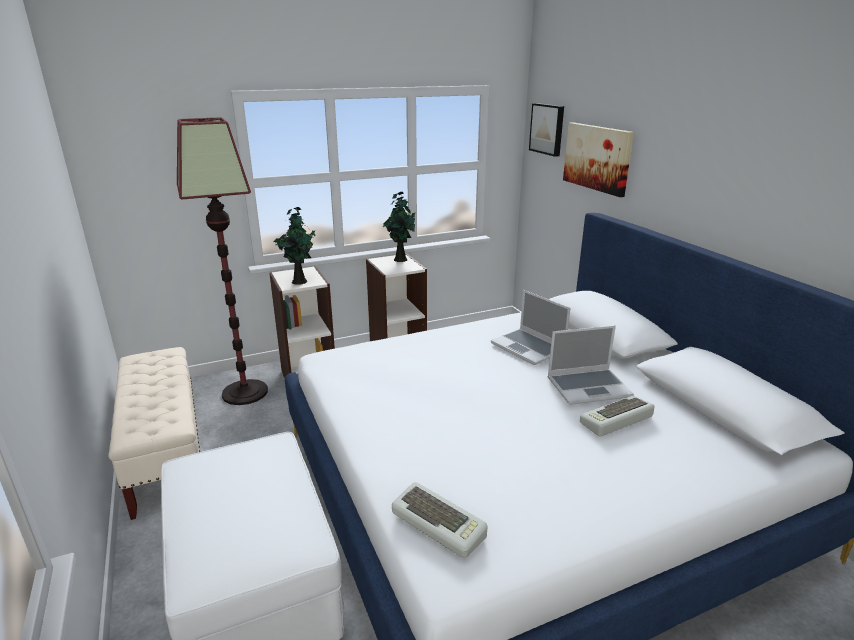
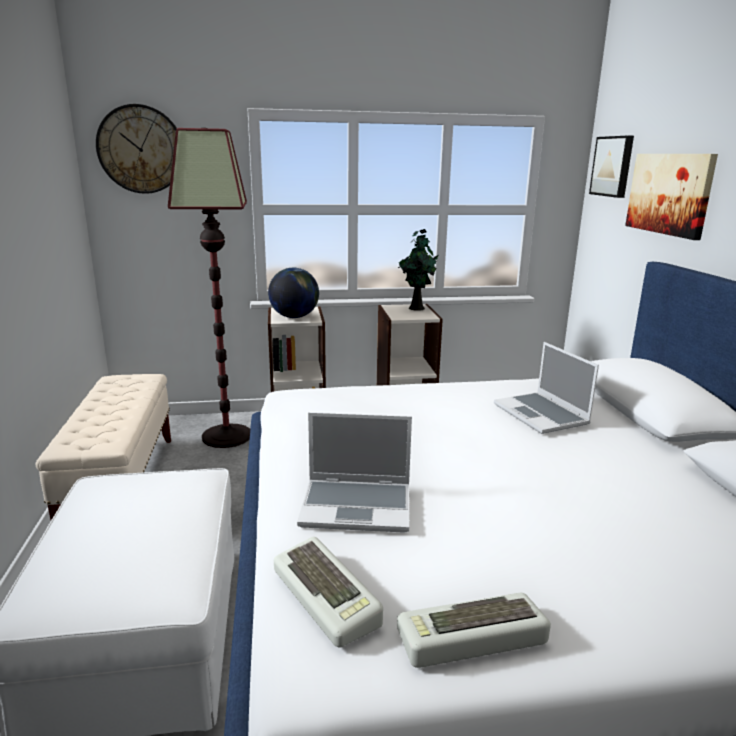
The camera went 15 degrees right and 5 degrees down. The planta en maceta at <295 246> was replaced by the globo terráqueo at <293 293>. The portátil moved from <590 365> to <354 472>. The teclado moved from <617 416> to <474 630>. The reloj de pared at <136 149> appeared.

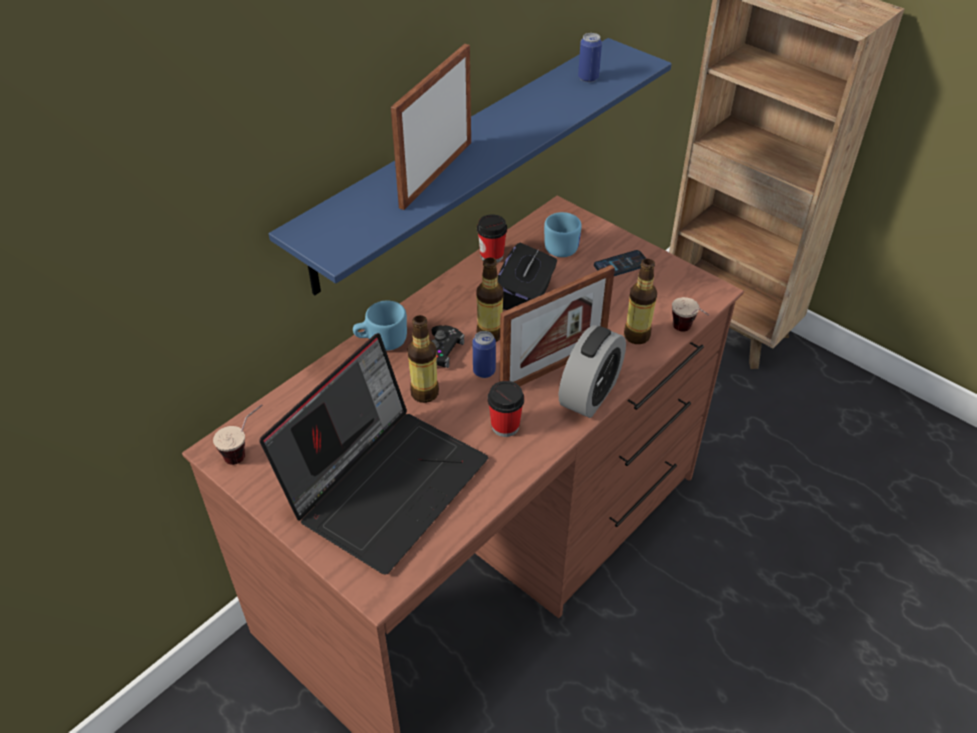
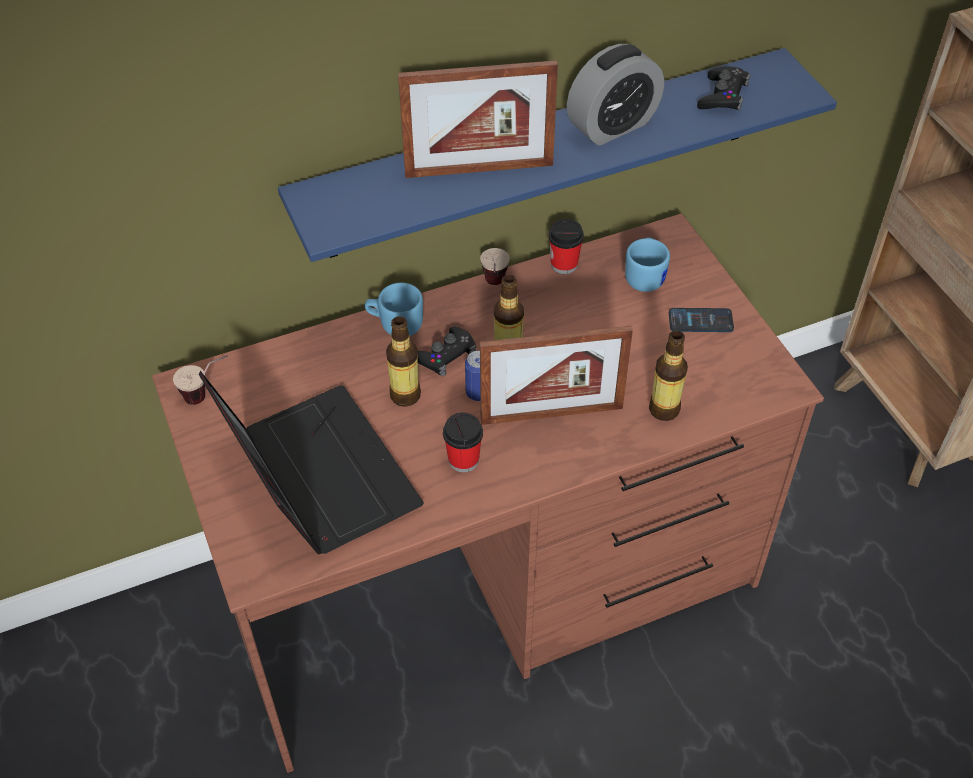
The camera went 25 degrees right and 5 degrees up. The portátil at <373 454> turned 90 degrees counterclockwise. The portarretratos at <431 127> turned 150 degrees counterclockwise. The caja de pañuelos [negro] at <527 276> disappeared. The despertador moved from <592 371> to <615 95>. The lata at <590 57> was replaced by the mando de consola [negro] at <724 88>. The taza moved from <690 314> to <495 266>.

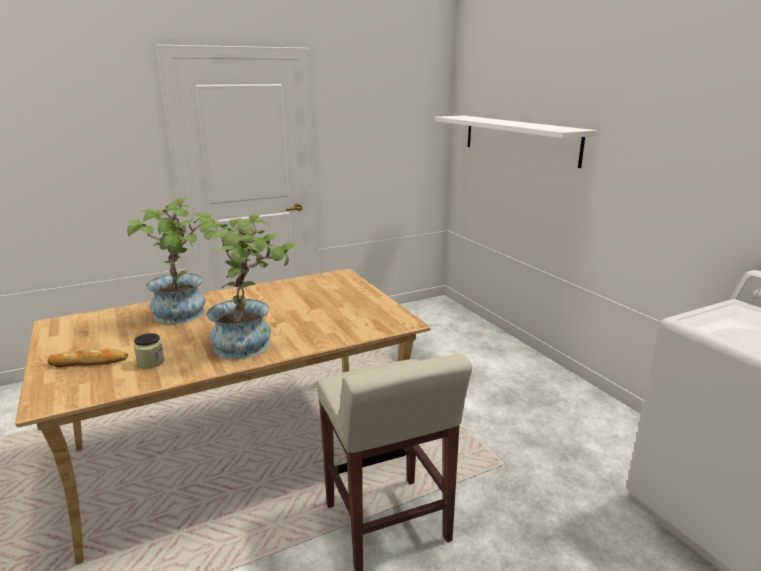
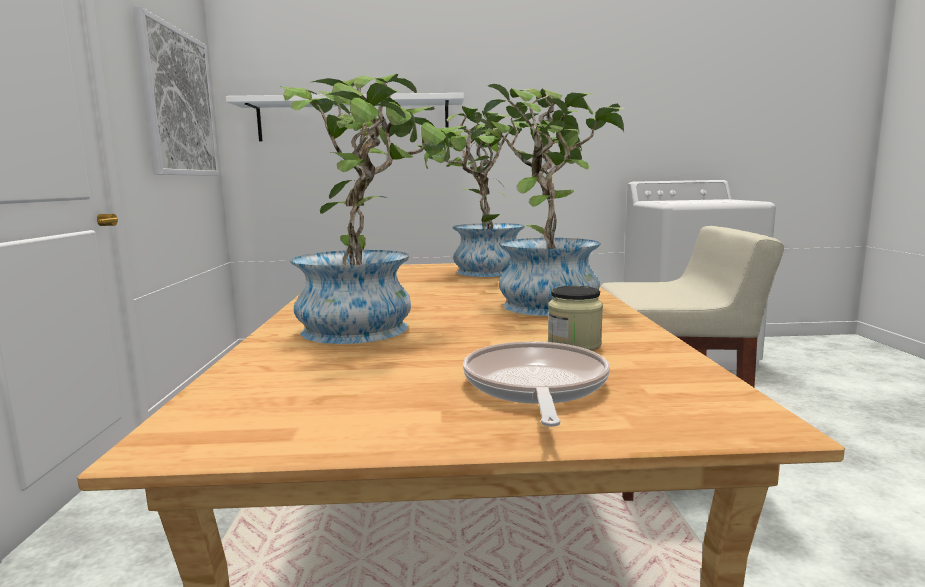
The camera went 65 degrees left and 10 degrees down. The pan at <88 357> was replaced by the sartén at <536 384>. The cuadro at <176 91> appeared. The planta en maceta at <477 191> appeared.

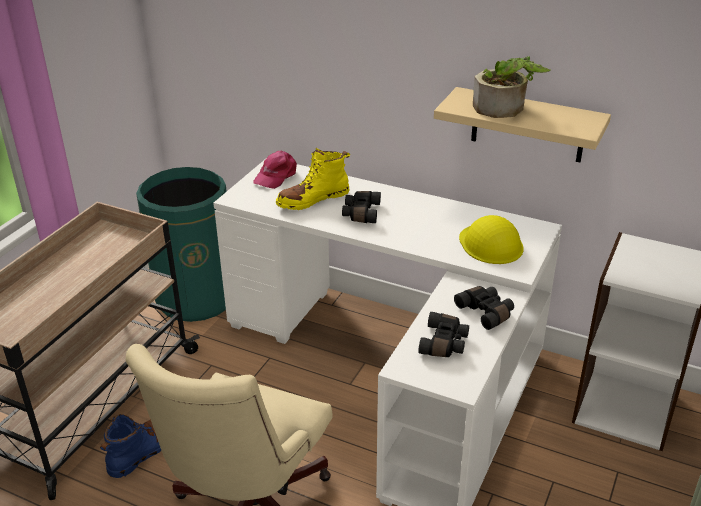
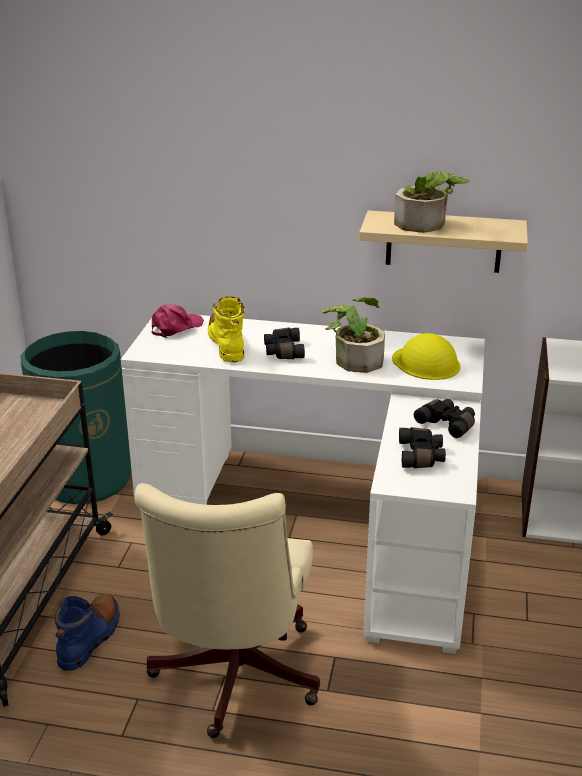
The camera went 15 degrees left and 5 degrees down. The gorra [rosa] at <275 170> turned 150 degrees counterclockwise. The bota [amarillo] at <313 179> turned 120 degrees clockwise. The planta en maceta at <353 335> appeared.

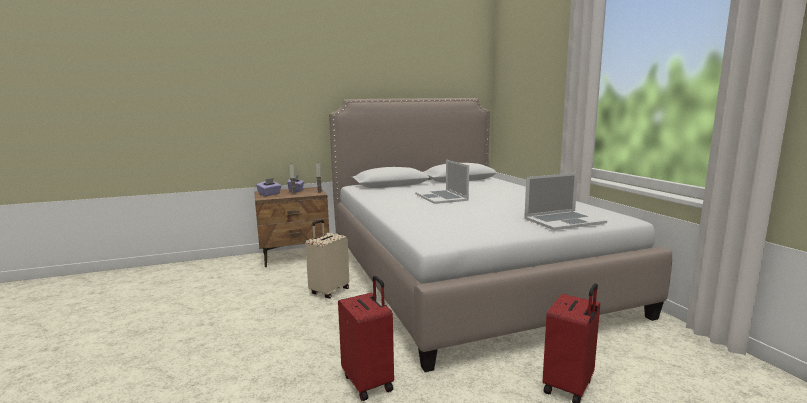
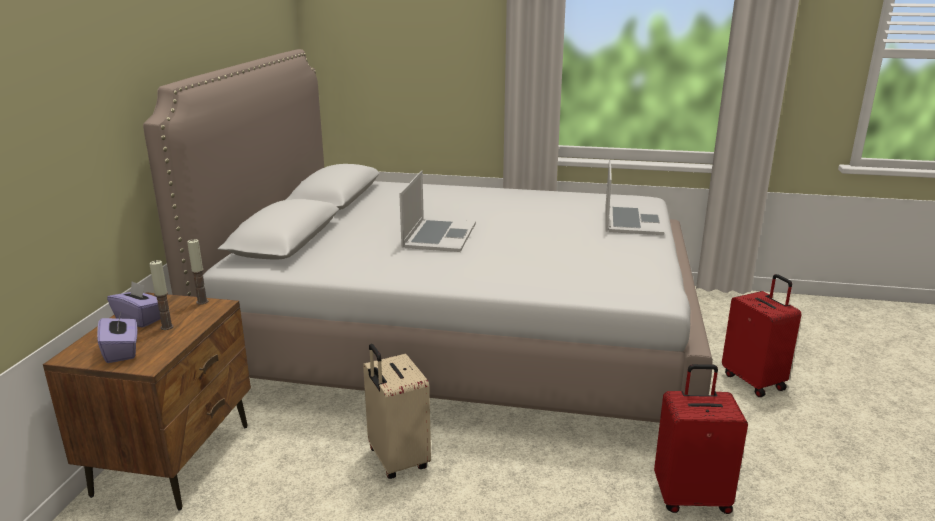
The camera went 60 degrees left and 10 degrees up. The portátil at <442 182> turned 90 degrees counterclockwise.

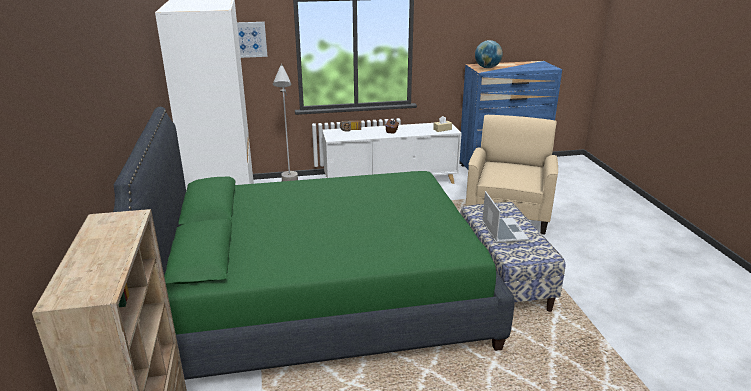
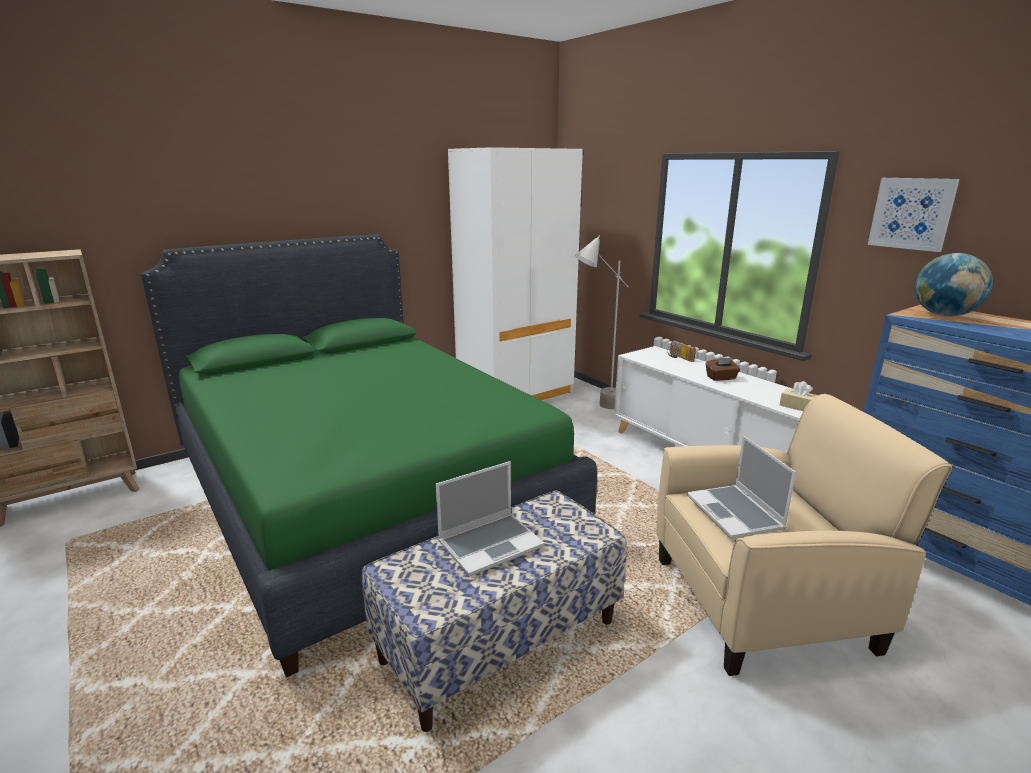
The camera went 65 degrees right and 5 degrees down. The cuadro moved from <252 40> to <914 215>. The portátil at <741 487> appeared.

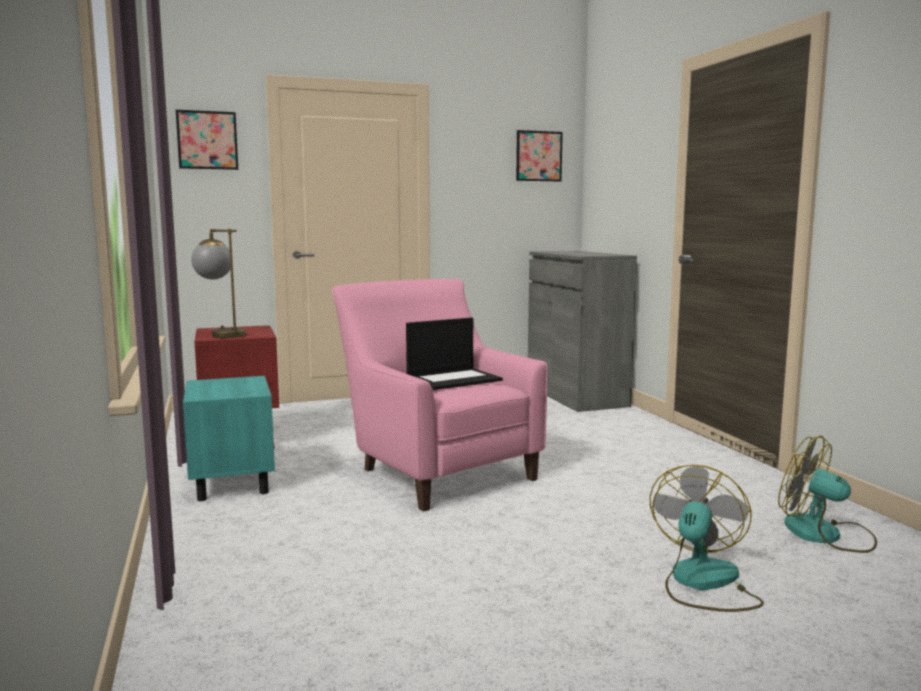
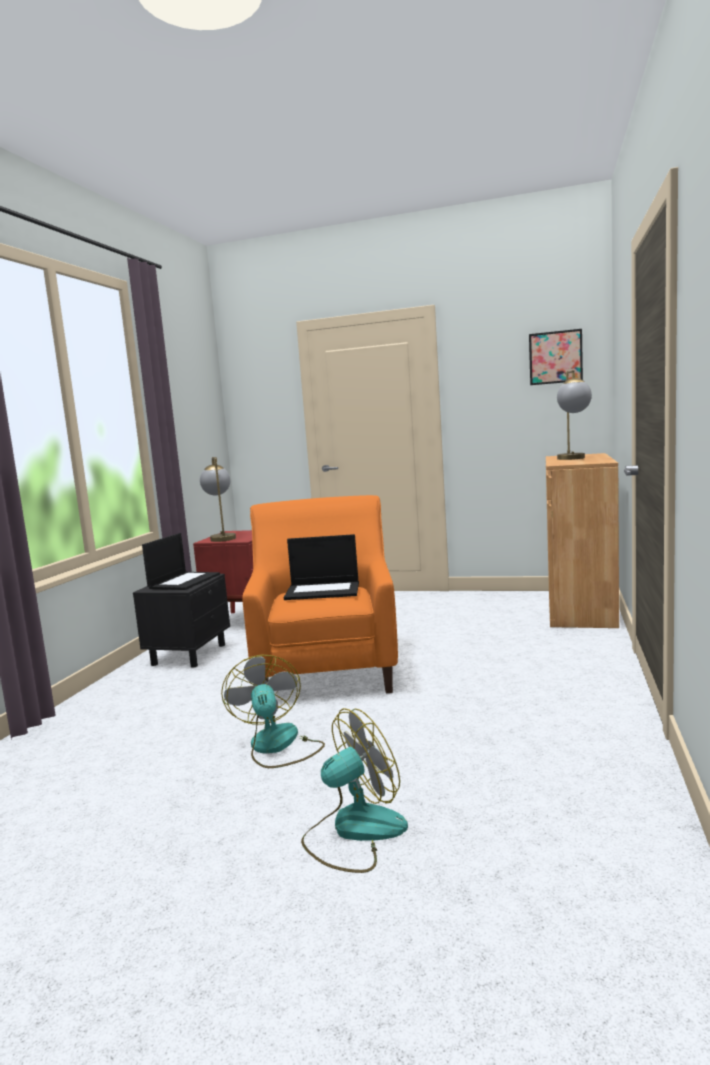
The camera went 35 degrees right and 0 degrees up. The cuadro at <207 140> disappeared. The mesita de noche [turquesa] at <229 438> became the mesita de noche [negro] at <181 621>. The sillón [rosa] at <439 395> became the sillón [naranja] at <320 594>. The armario [gris] at <582 331> became the armario [marrón] at <582 540>. The ventilador moved from <827 494> to <273 711>. The portátil at <181 561> appeared. The lámpara de mesa at <574 415> appeared.

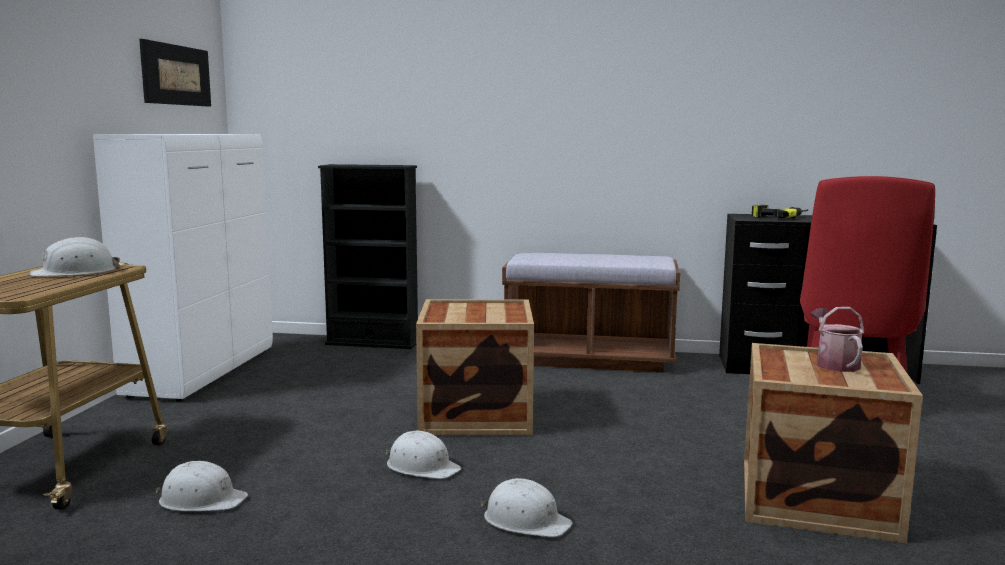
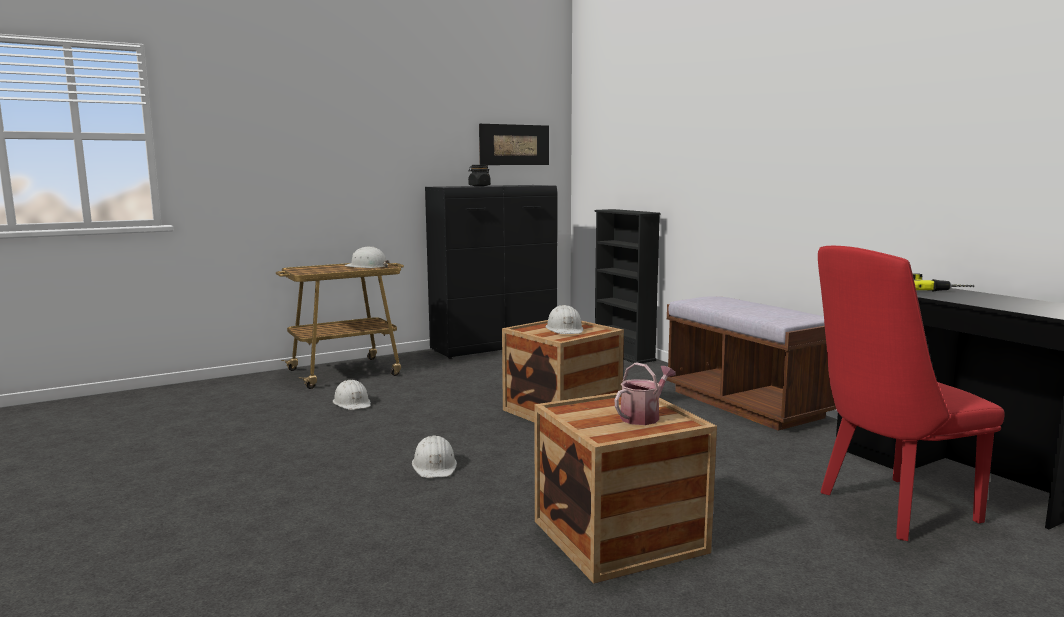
The camera went 50 degrees right and 0 degrees up. The armario [blanco] at <183 268> became the armario [negro] at <491 272>. The casco [blanco] moved from <423 455> to <564 319>. The tarro [negro] at <479 176> appeared.

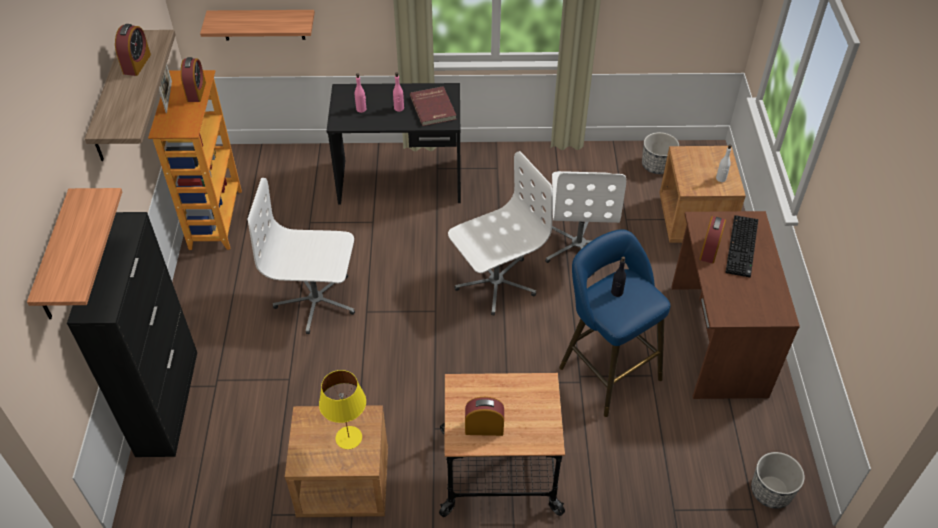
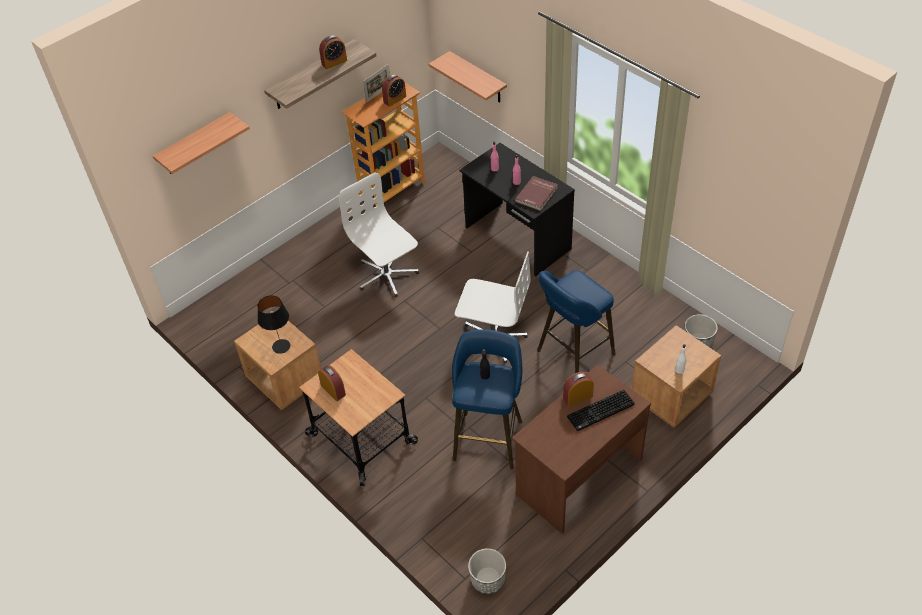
The camera went 50 degrees right and 0 degrees up. The armario [negro] at <132 334> disappeared. The lámpara de mesa [amarillo] at <342 409> became the lámpara de mesa [negro] at <273 324>. The silla de oficina [blanco] at <585 223> was replaced by the taburete [azul] at <576 321>.

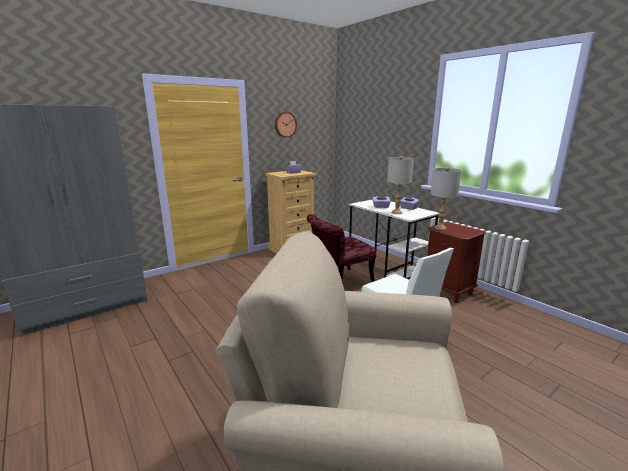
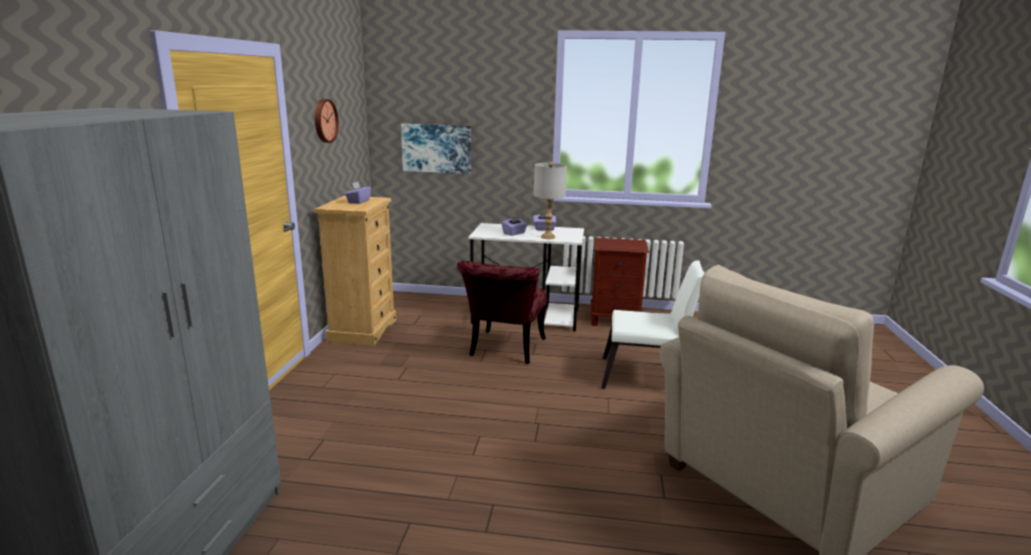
The camera went 45 degrees left and 0 degrees up. The lámpara de mesa [gris] at <446 198> disappeared. The cuadro at <436 149> appeared.

